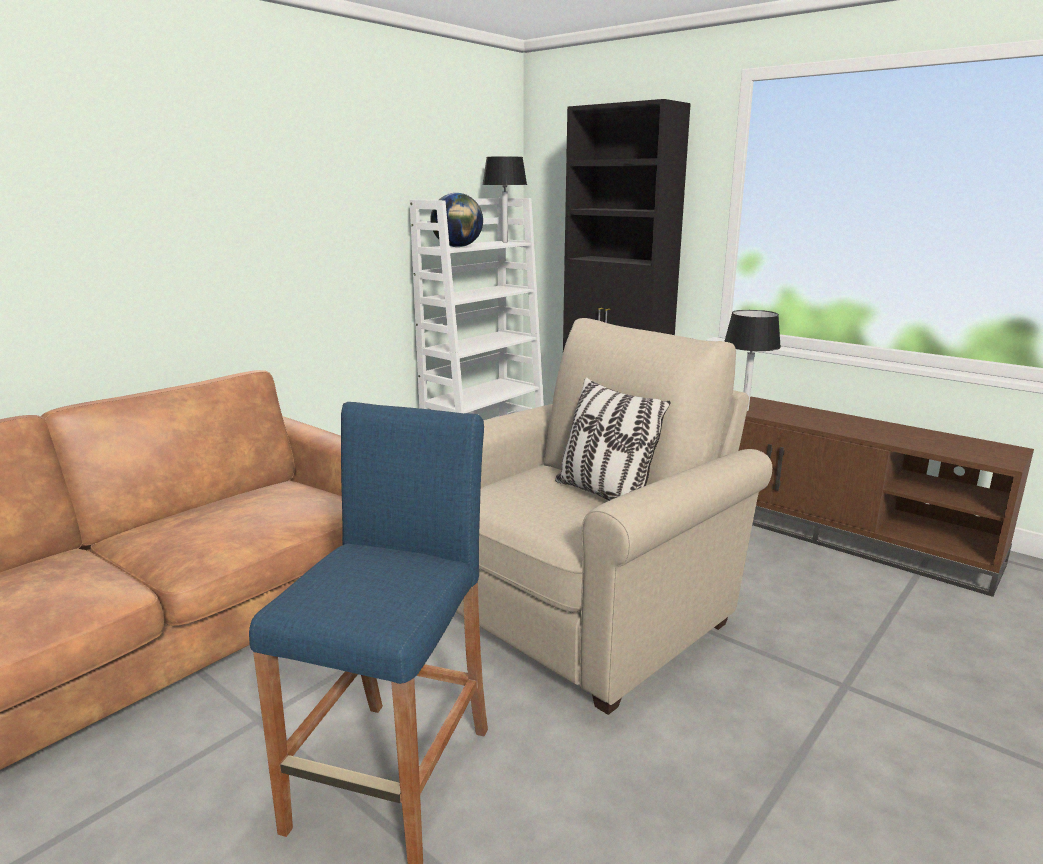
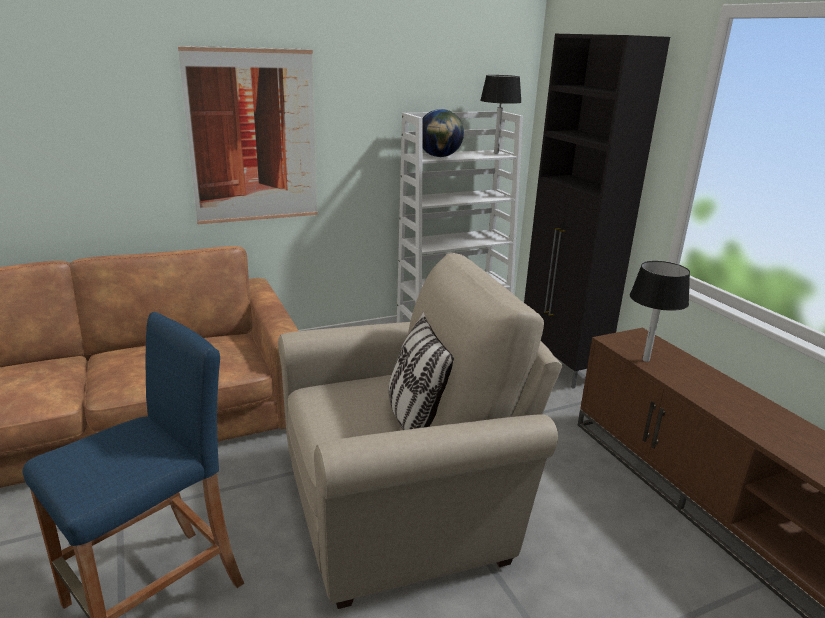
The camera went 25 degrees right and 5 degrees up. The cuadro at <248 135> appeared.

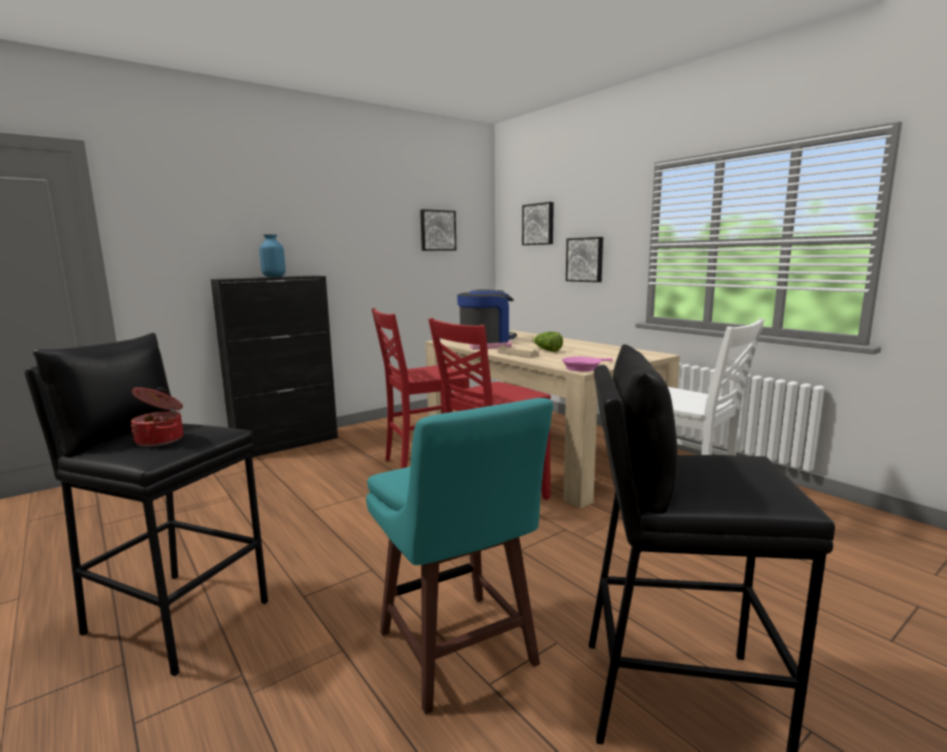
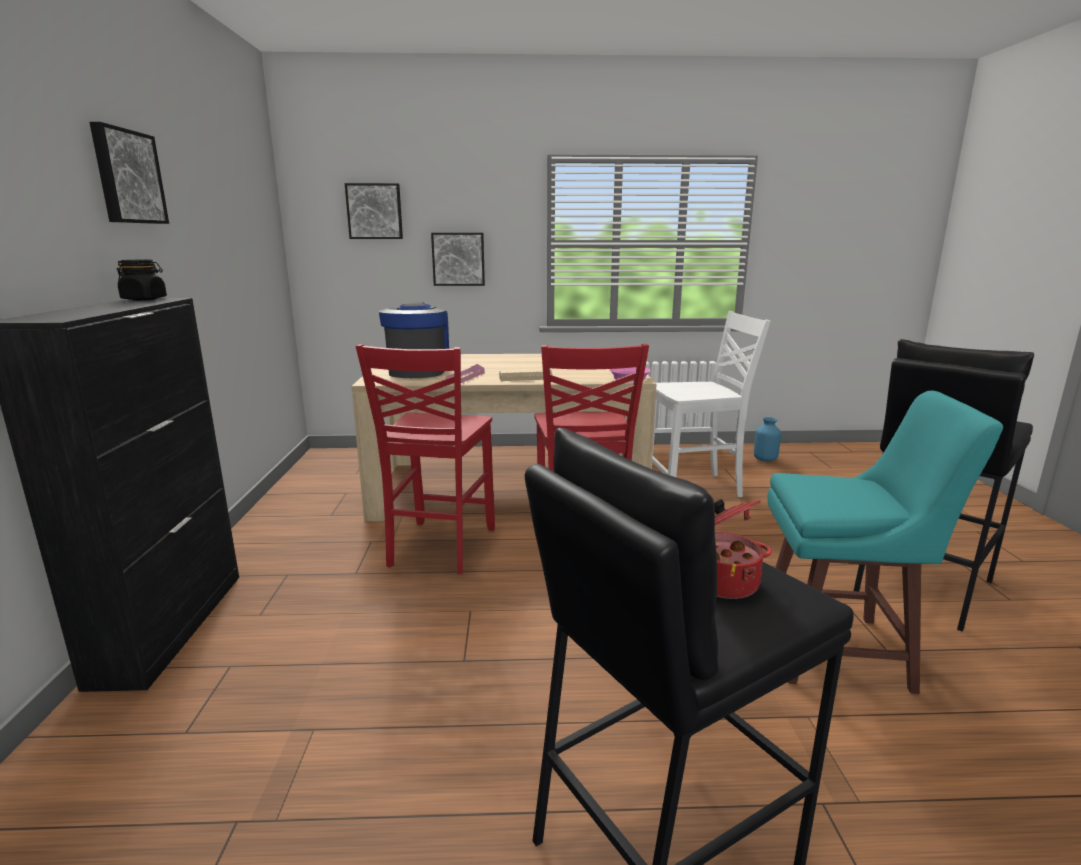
The camera went 55 degrees left and 5 degrees up. The florero [azul] moved from <272 255> to <767 439>. The cuadro moved from <438 230> to <129 173>. The lechuga at <547 342> disappeared. The tarro [negro] at <142 280> appeared.

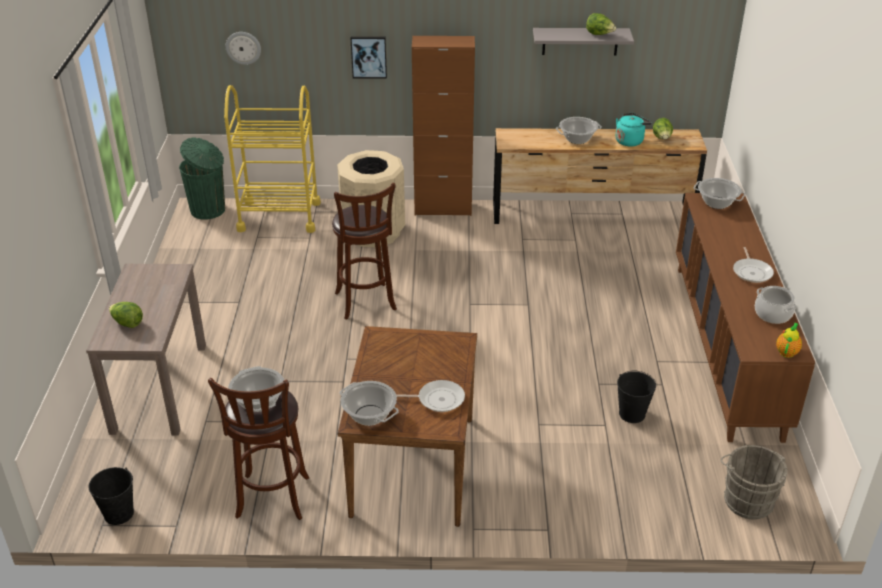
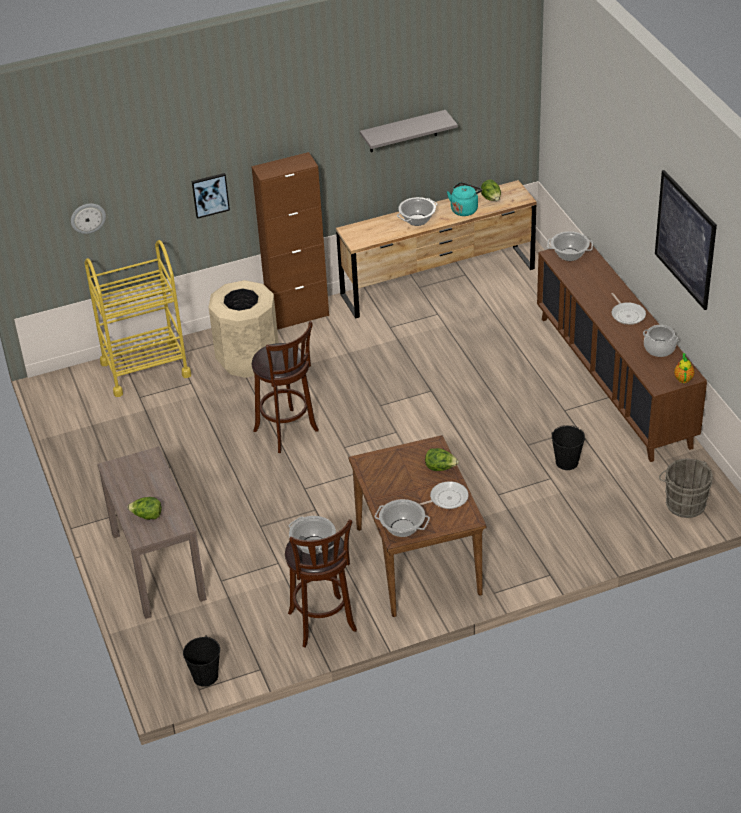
The camera went 20 degrees left and 5 degrees up. The papelera [verde] at <202 178> disappeared. The lechuga moved from <601 24> to <442 459>. The cuadro at <686 240> appeared.

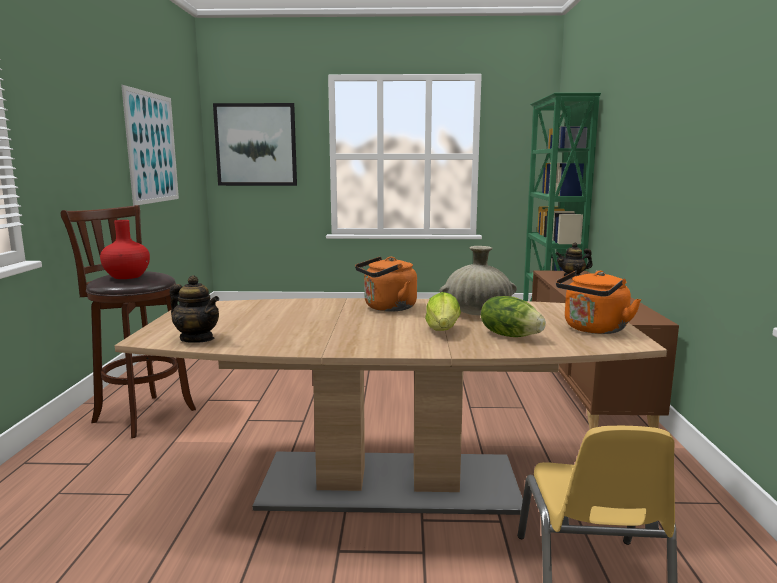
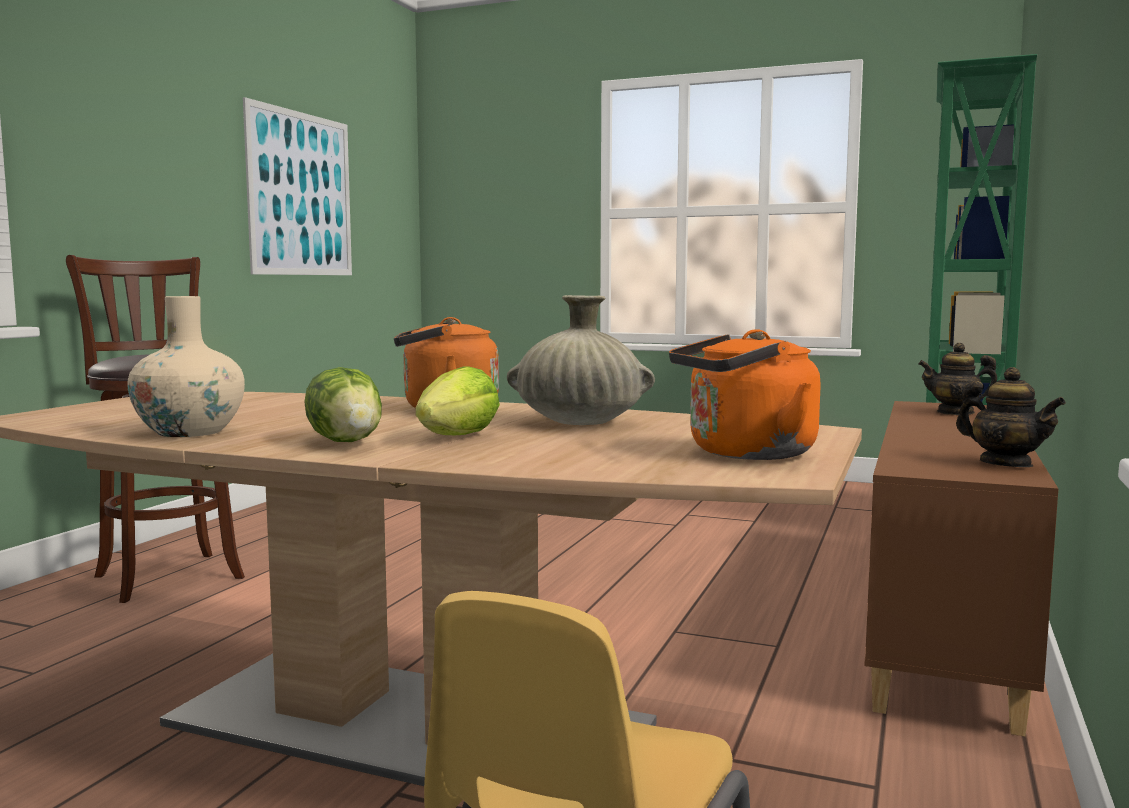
The camera went 20 degrees right and 5 degrees down. The florero [rojo] at <125 249> disappeared. The tetera moved from <194 309> to <1011 417>. The cuadro at <255 144> disappeared. The lechuga moved from <513 316> to <343 404>. The florero [beis] at <186 366> appeared.

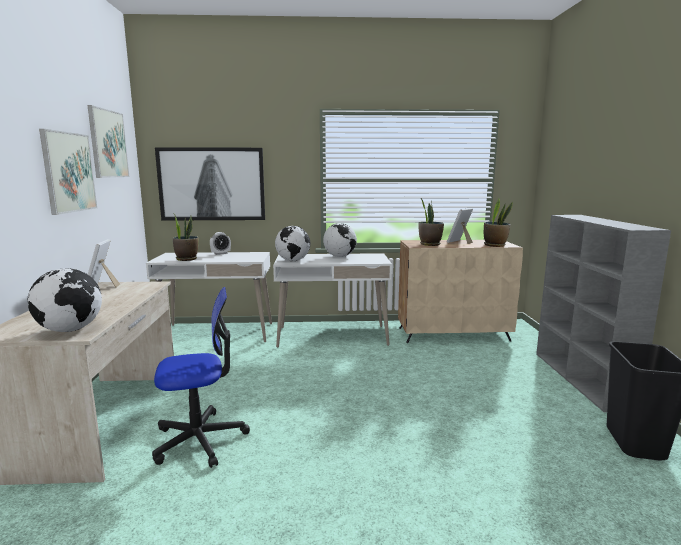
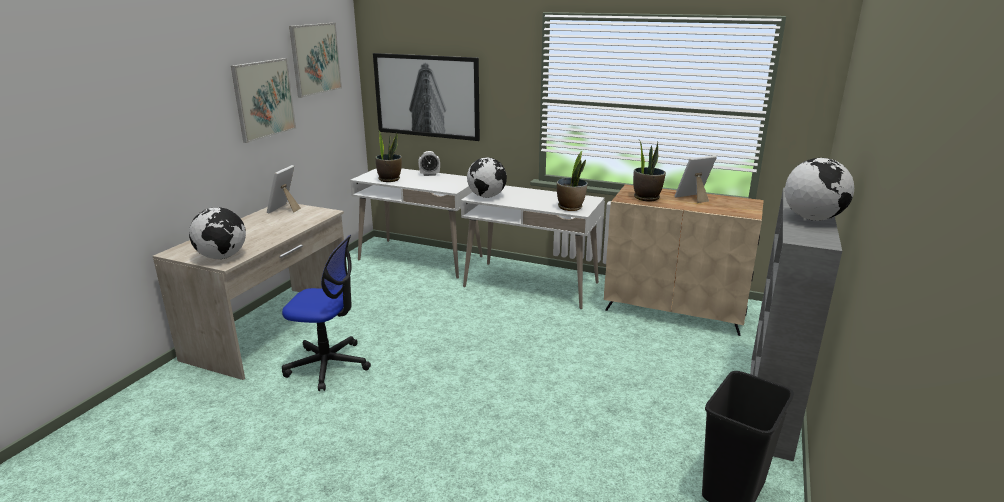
The camera went 25 degrees right and 10 degrees up. The globo terráqueo moved from <340 240> to <819 189>. The planta en maceta moved from <498 222> to <572 181>.

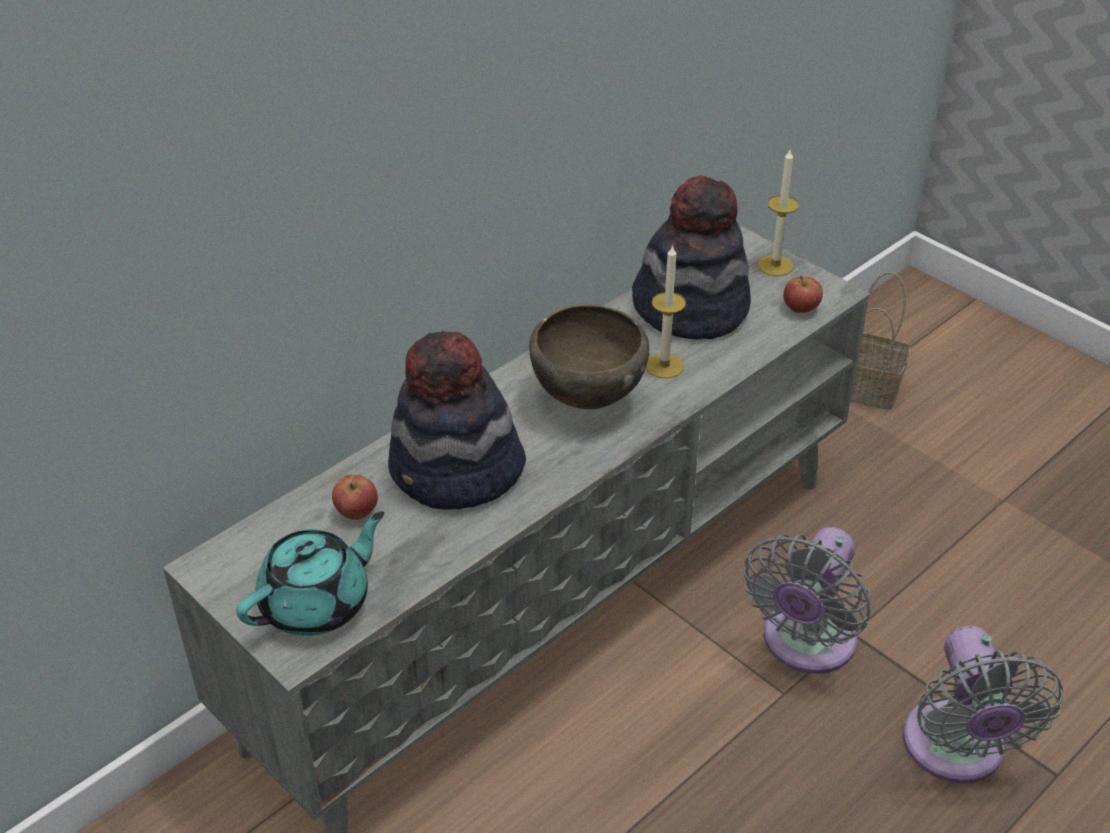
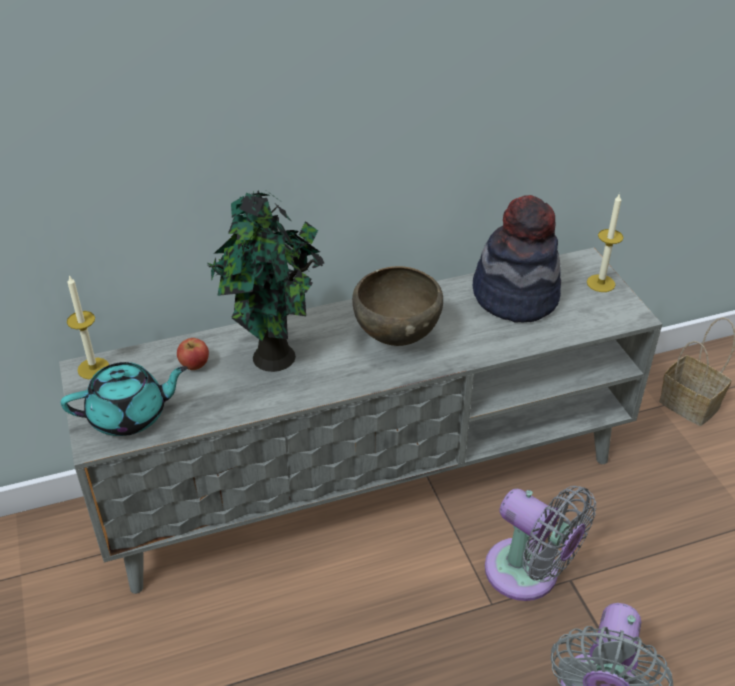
The camera went 25 degrees right and 0 degrees up. The sombrero at <457 420> was replaced by the planta en maceta at <265 280>. The vela moved from <666 311> to <88 327>. The ventilador [gris] at <807 600> turned 105 degrees counterclockwise. The manzana at <803 294> disappeared.

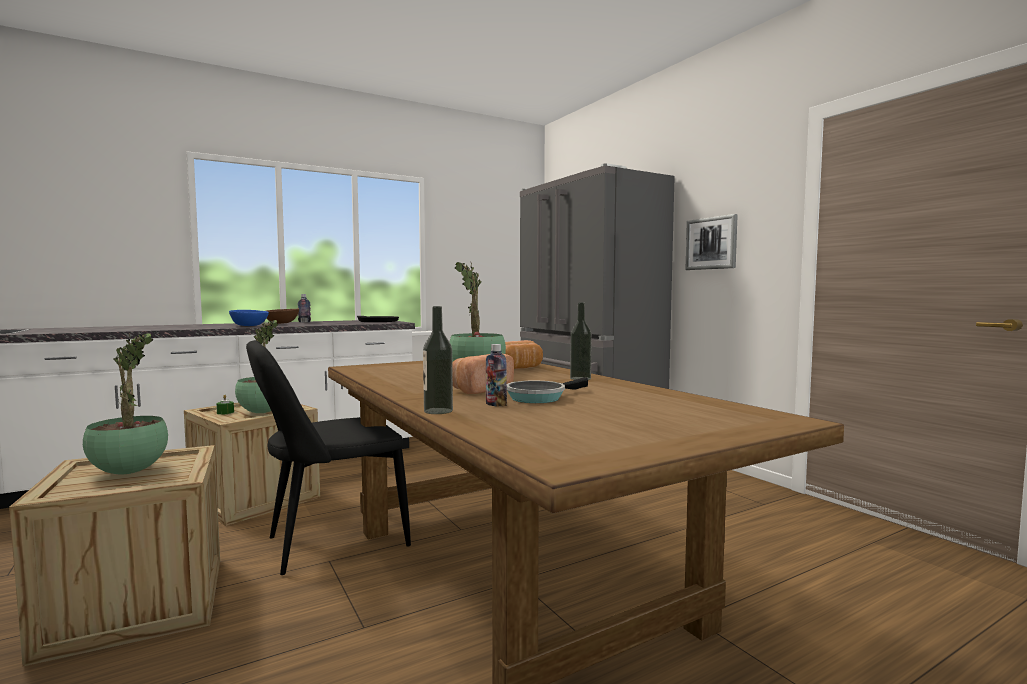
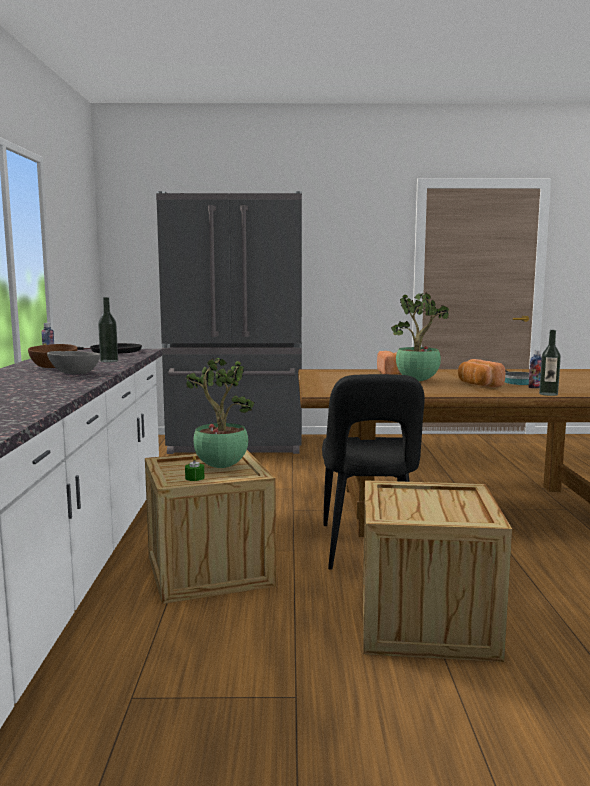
The camera went 60 degrees left and 5 degrees up. The planta en maceta at <125 403> disappeared. The cuenco [azul] at <249 318> became the cuenco [gris] at <73 362>. The botella moved from <581 341> to <108 329>. The cuadro at <712 242> disappeared.

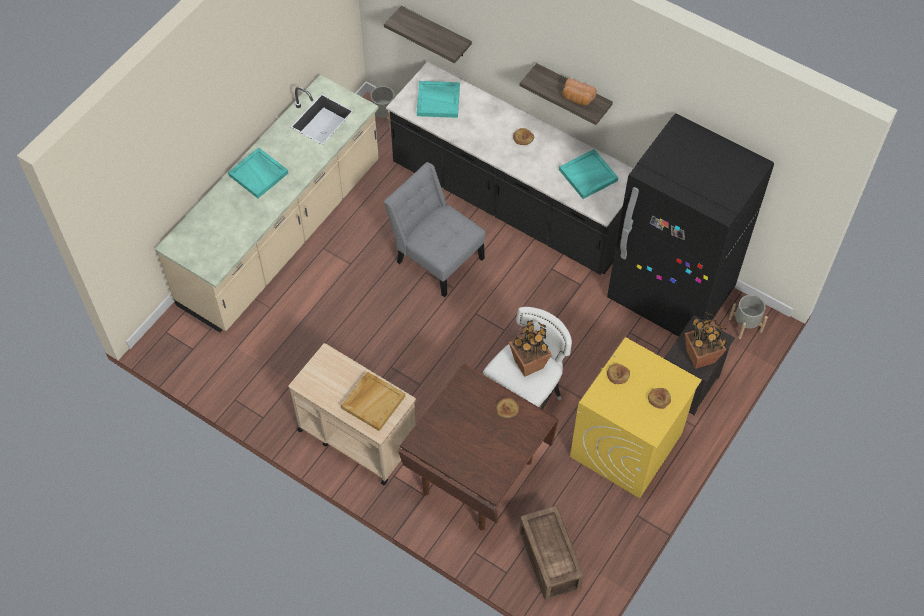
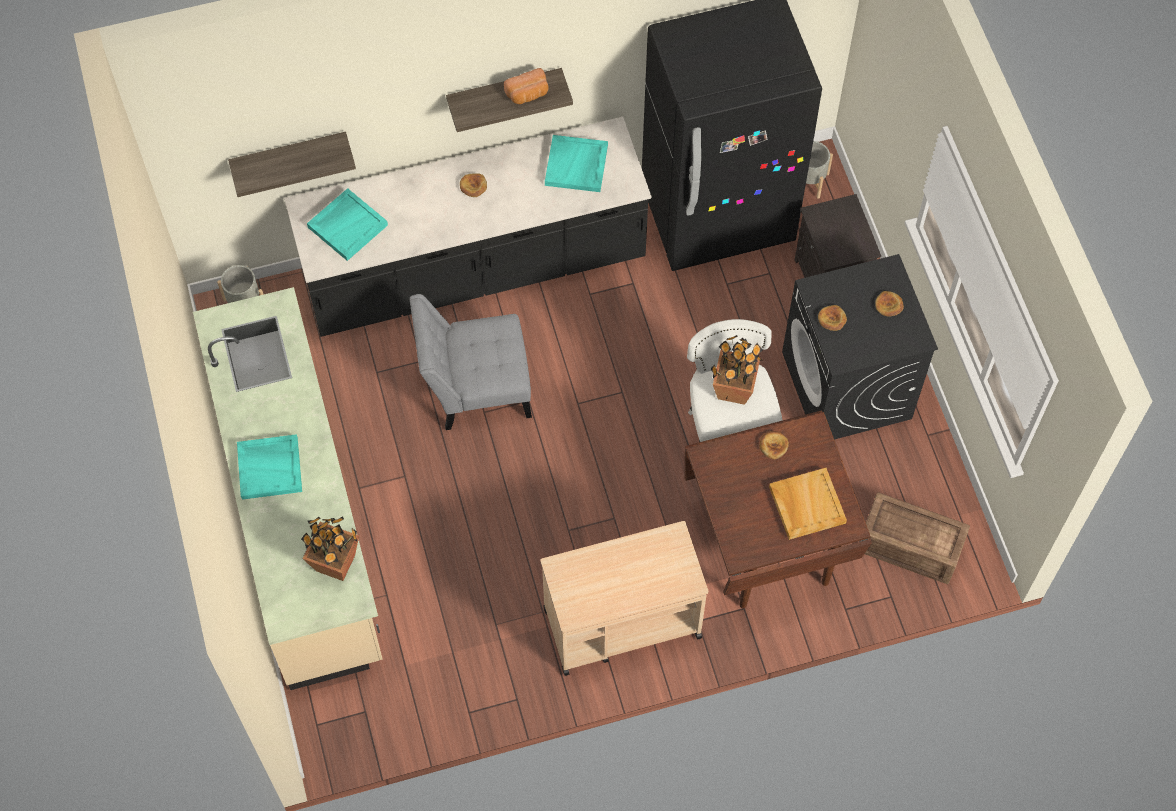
The camera went 50 degrees left and 5 degrees up. The bandeja [beis] moved from <373 401> to <808 504>. The lavadora [amarillo] at <636 417> became the lavadora [negro] at <860 347>. The planta en maceta moved from <706 340> to <330 548>.

